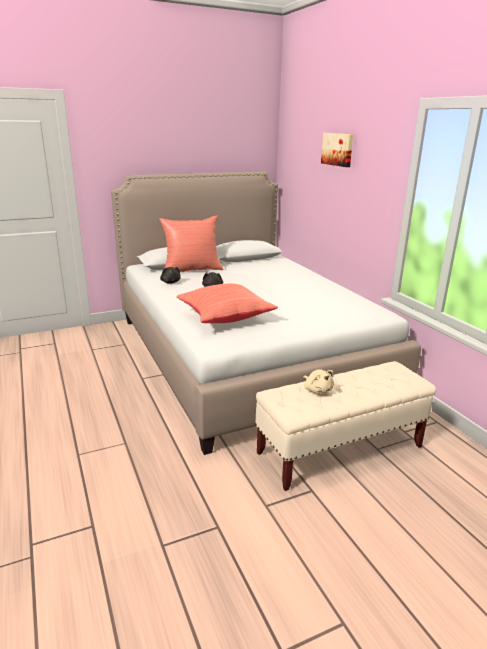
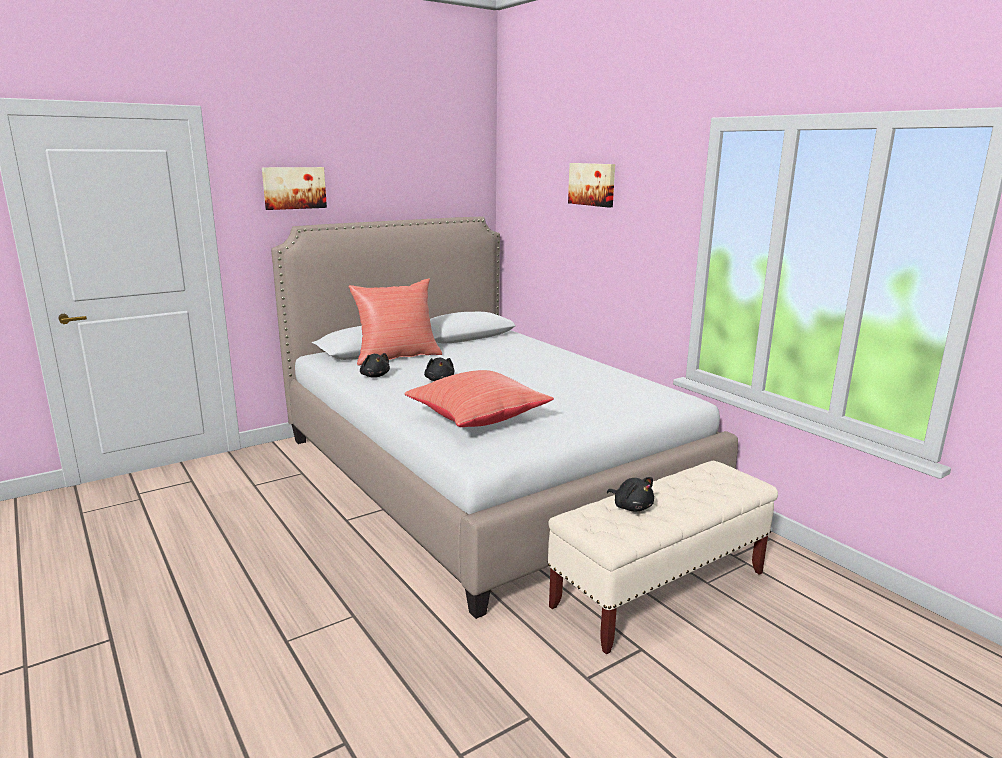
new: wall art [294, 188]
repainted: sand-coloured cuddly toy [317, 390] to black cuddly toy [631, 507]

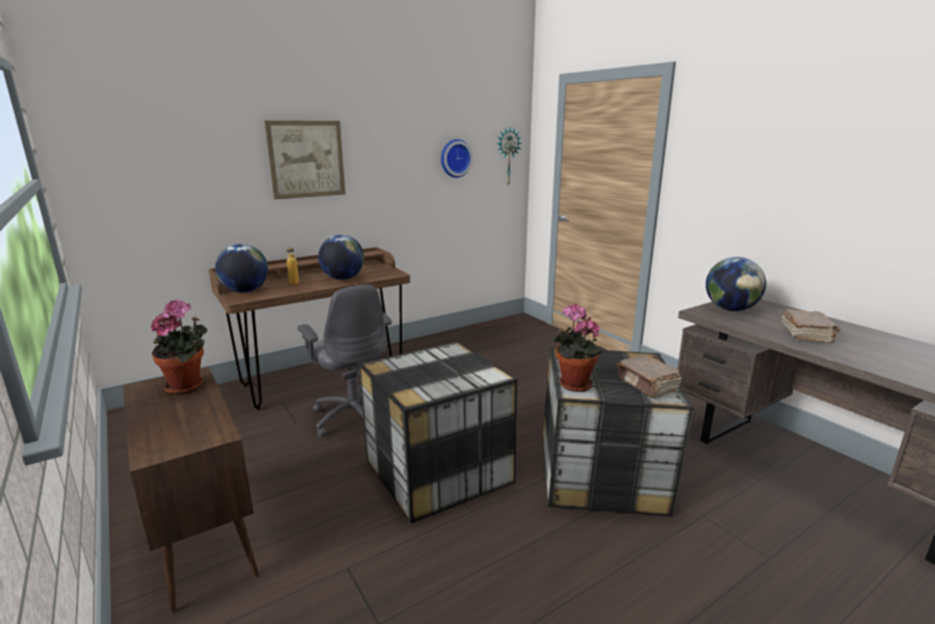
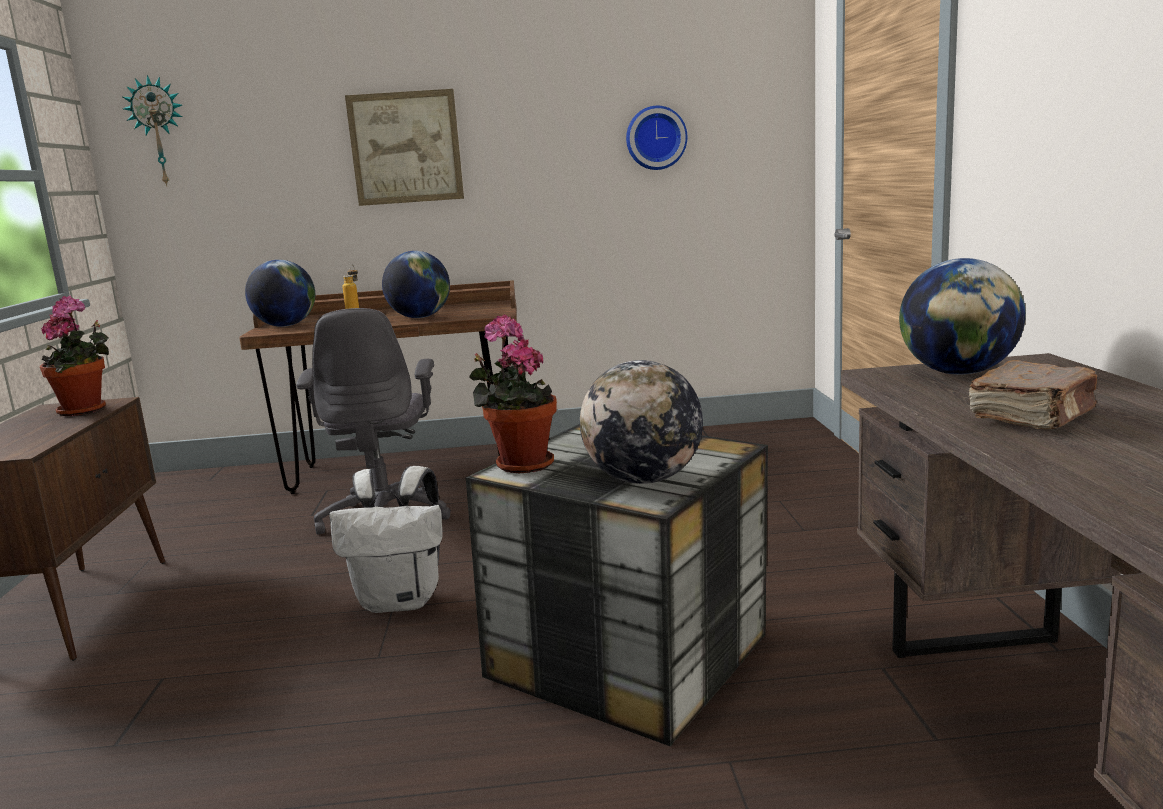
shifted: hanging clock [507, 156] to [158, 132]
swapped: storage box [439, 471] to white-coloured backpack [402, 601]; brown-coloured bound book [647, 385] to world globe [644, 480]

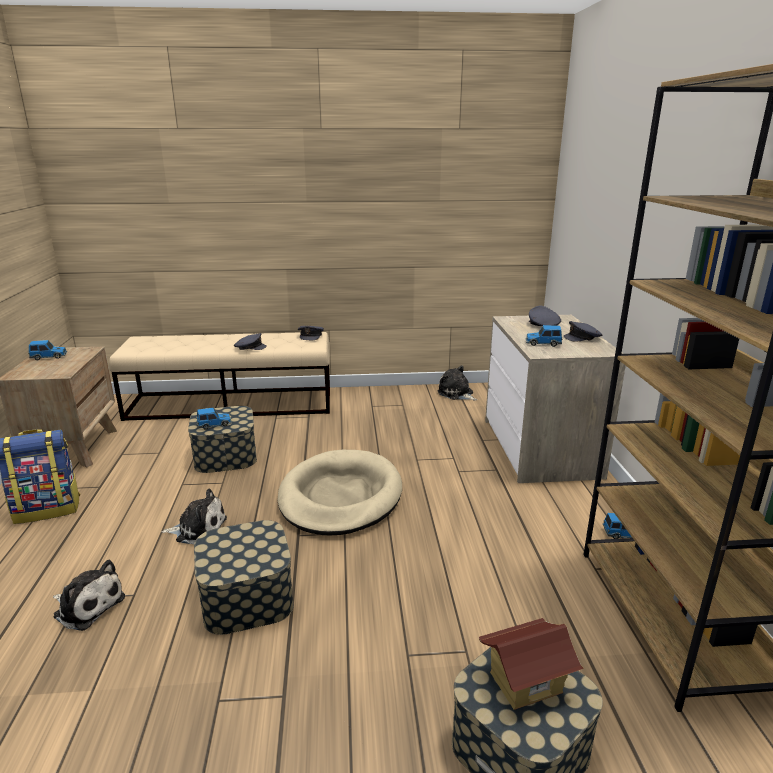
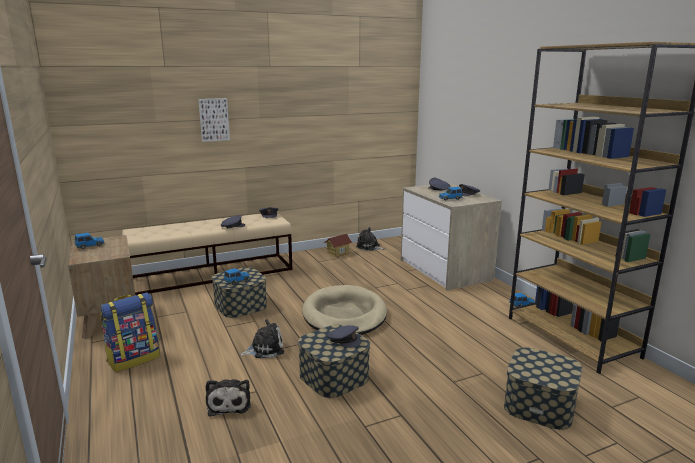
new: wall art [214, 119]; greyish baseball cap [344, 340]
shifted: miniature house [525, 682] to [337, 253]
rotated: cuddly toy [87, 606] = [229, 403] 75 degrees clockwise

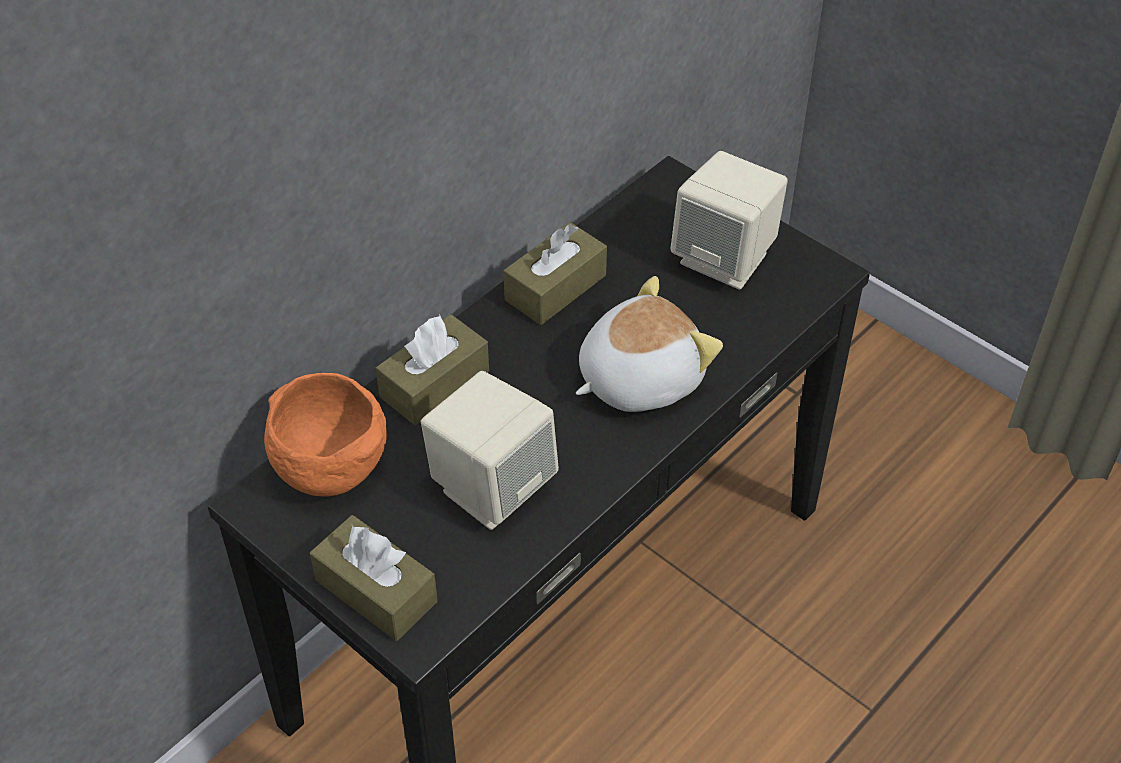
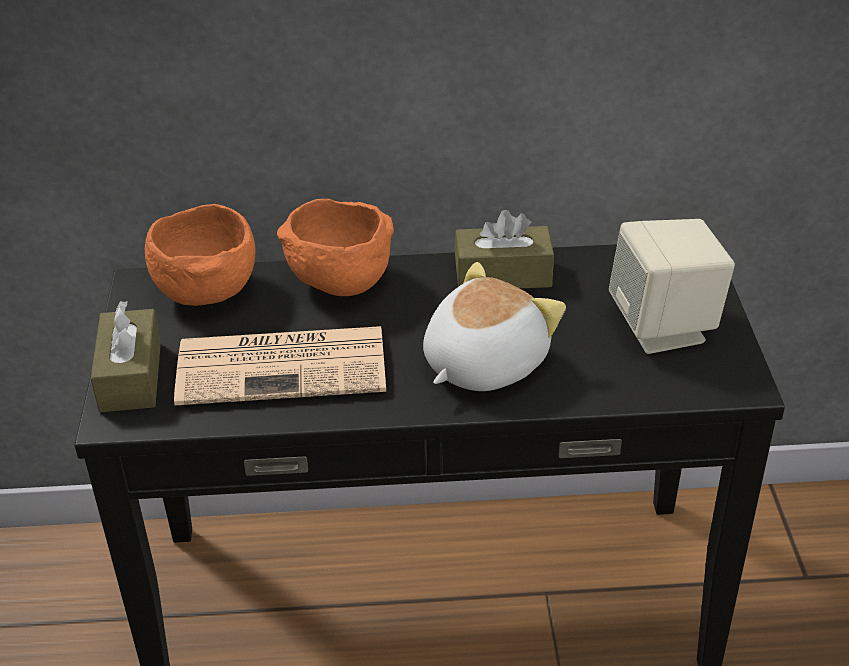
swapped: brown-coloured tissue holder [434, 383] to orange bowl [338, 284]; sand-coloured audio speaker [492, 487] to daily paper [285, 365]
rotated: cuddly toy [638, 377] = [482, 363] 60 degrees counterclockwise

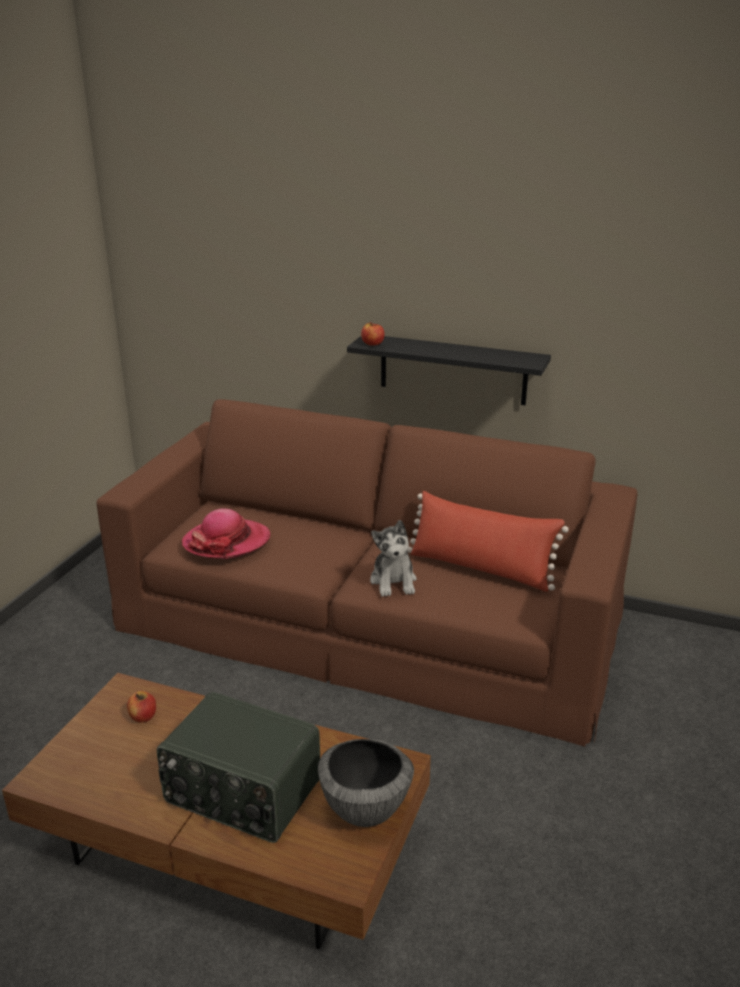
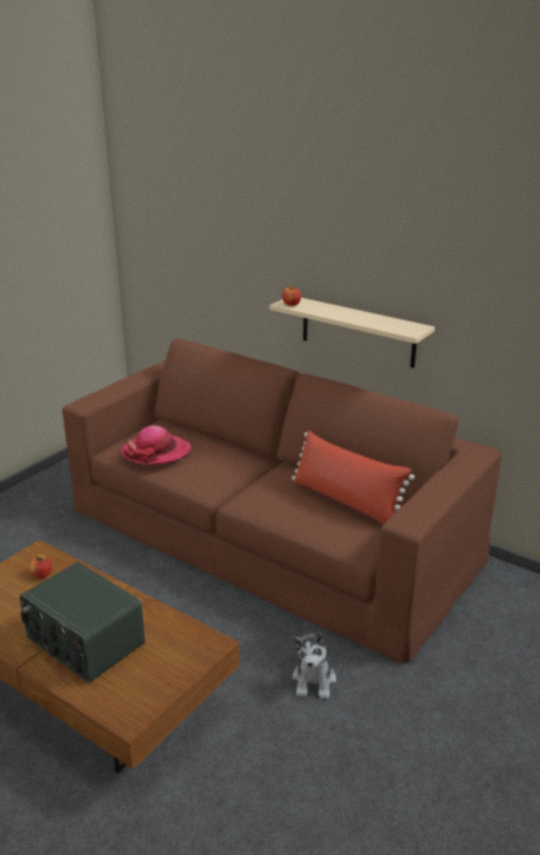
gone: bowl [365, 810]
shifted: cuddly toy [394, 581] to [314, 680]
repainted: black bracket shelf [452, 369] to sand-coloured bracket shelf [358, 331]

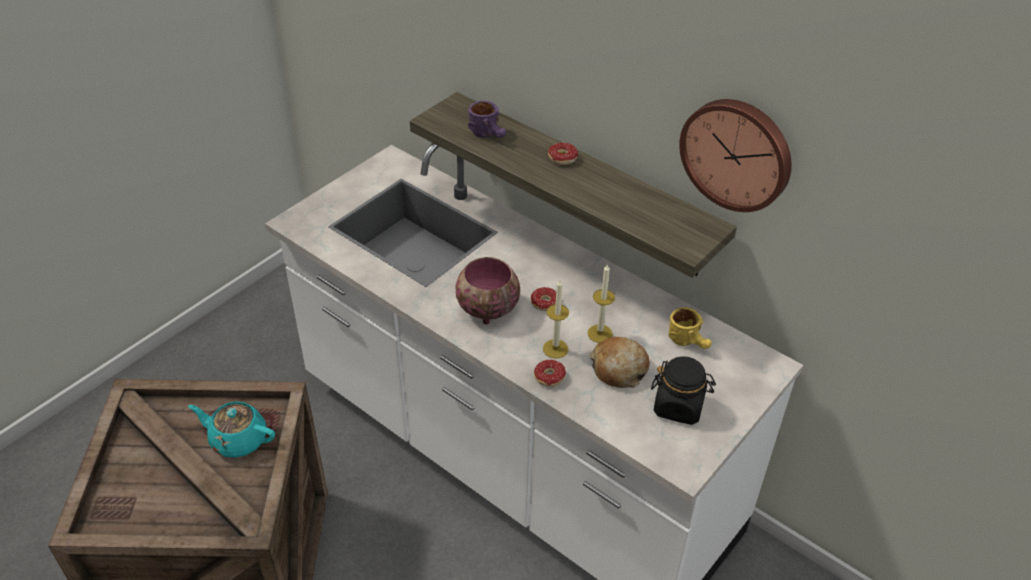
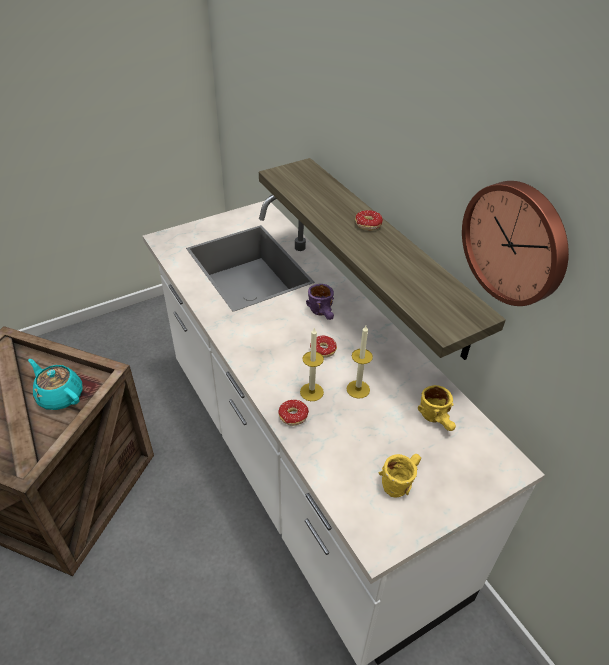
gone: bowl [486, 309]; bread [619, 369]
shifted: purple tea mug [490, 135] to [324, 314]
swapped: black preserve jar [679, 406] to yellow-coloured tea mug [399, 479]

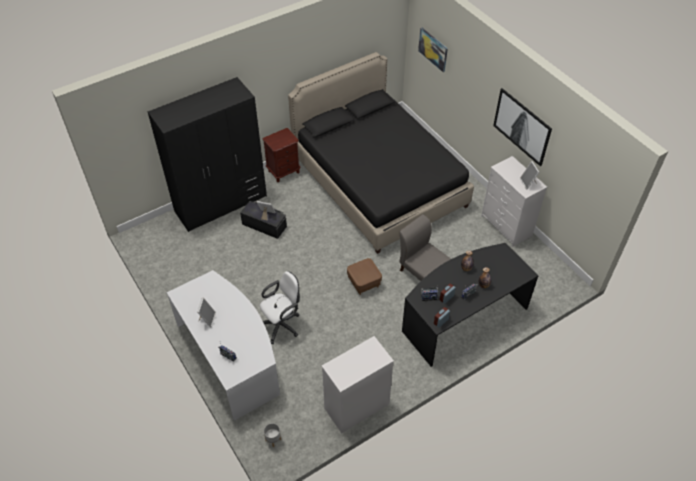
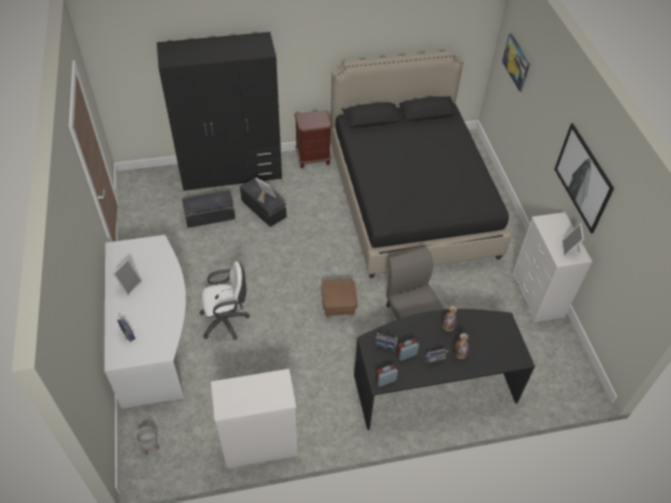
new: black storage box [210, 216]

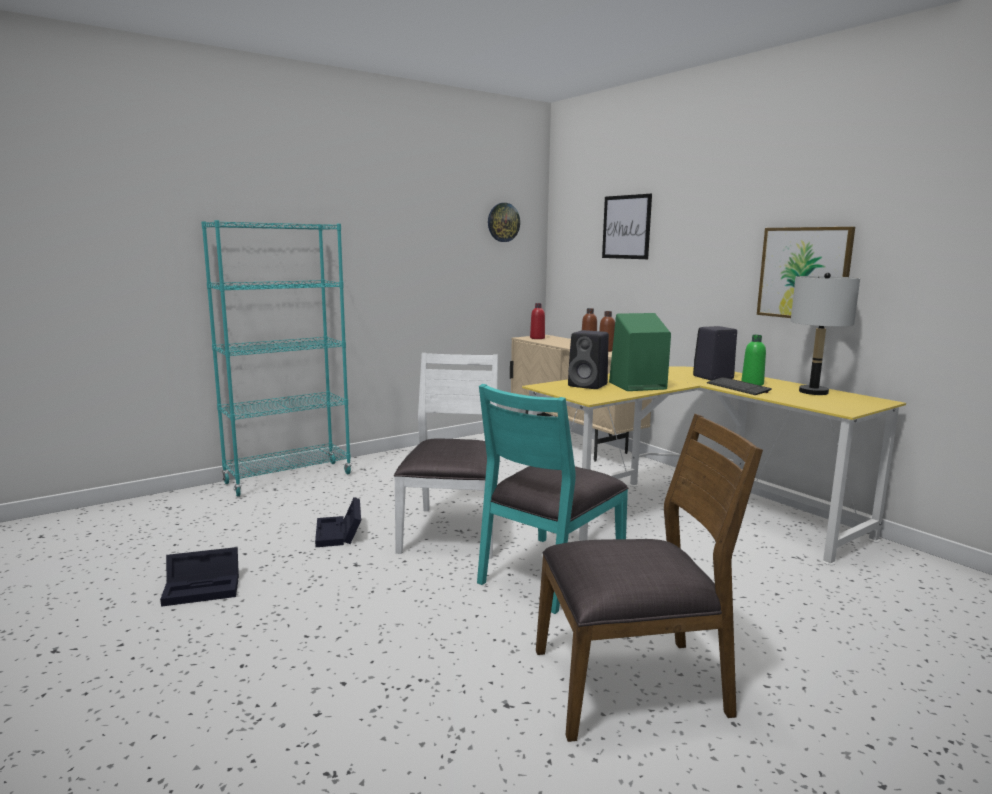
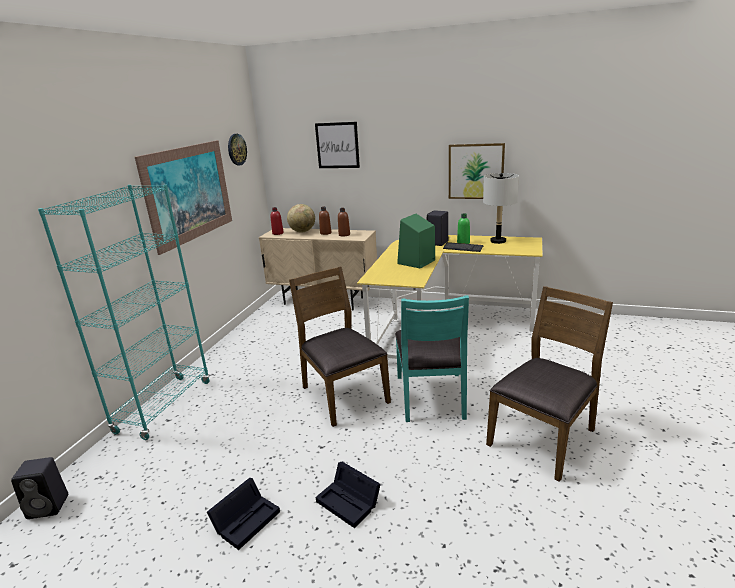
new: wall art [189, 193]; world globe [302, 231]
shifted: black storage box [339, 534] to [350, 502]; black audio speaker [589, 385] to [49, 506]
repainted: white-coloured plain chair [452, 531] to brown-coloured plain chair [343, 395]

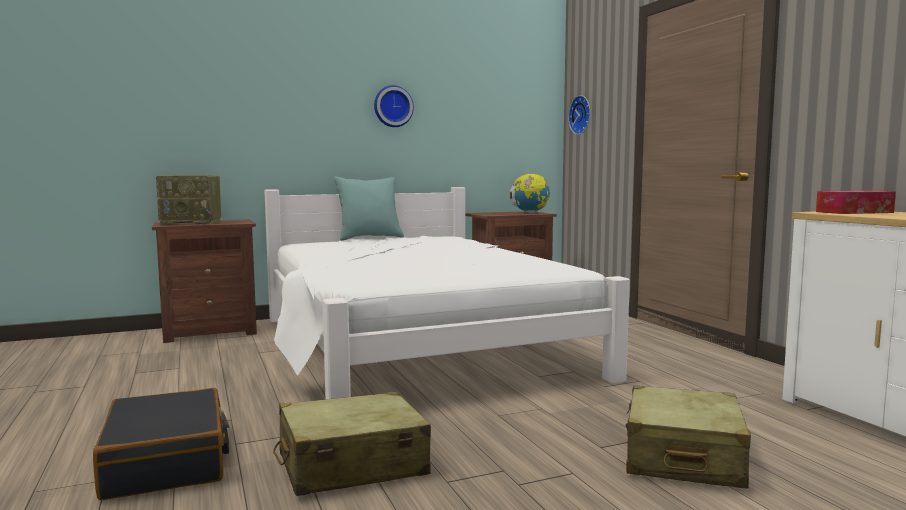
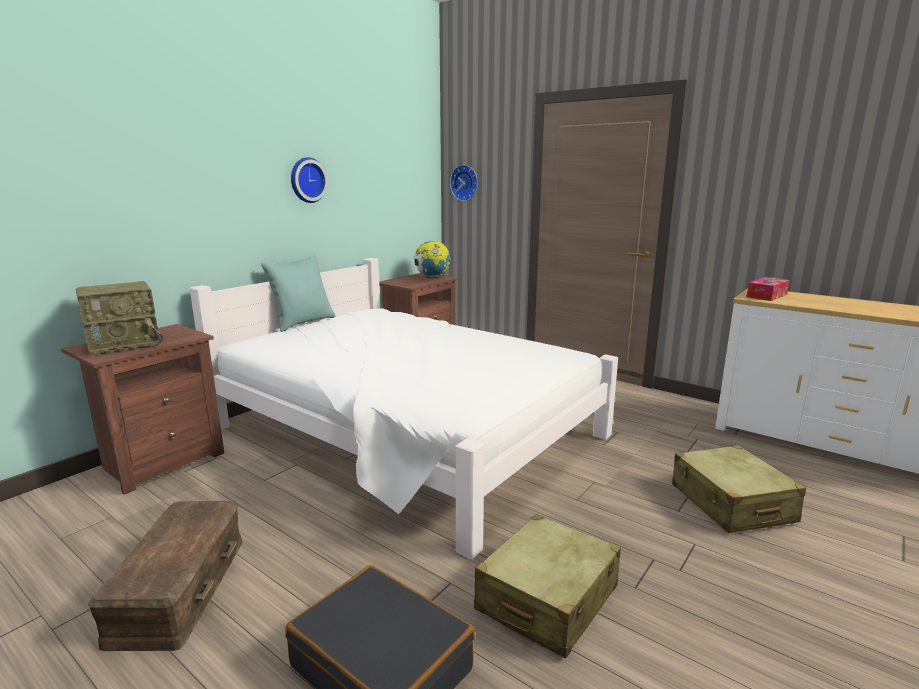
new: brown-coloured storage box [178, 588]

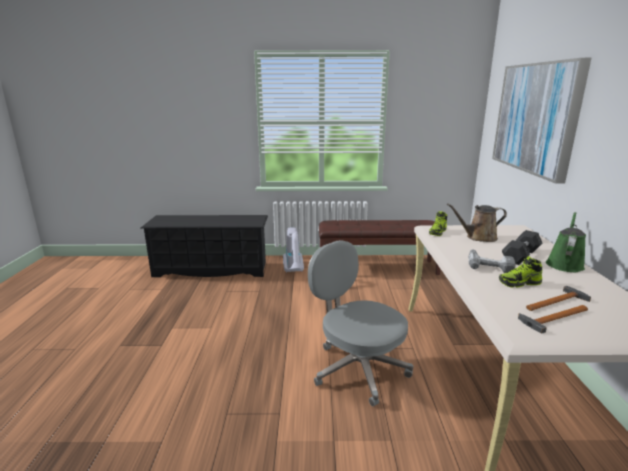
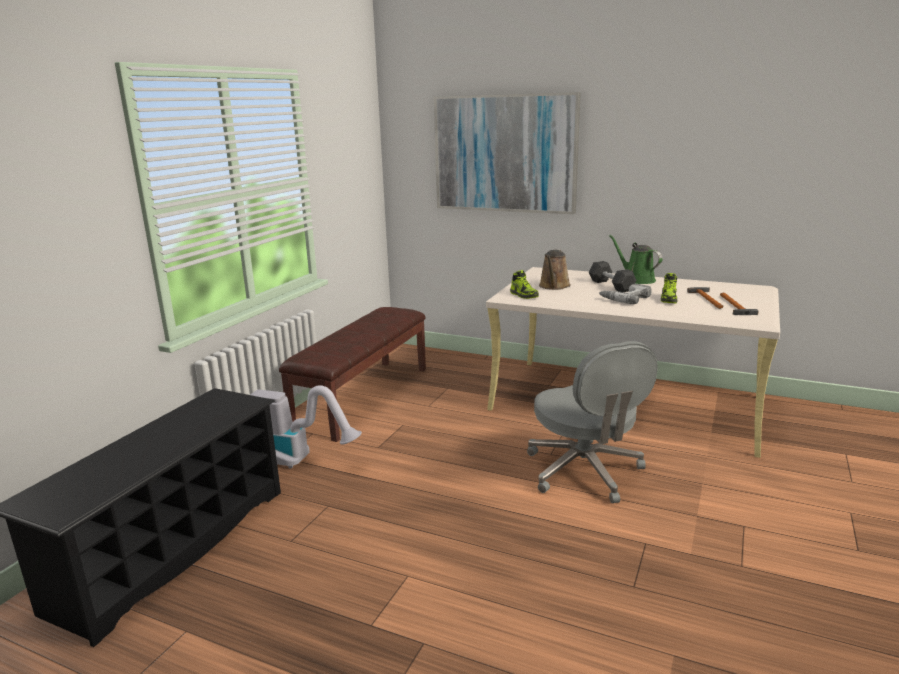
rotated: greyish computer chair [357, 368] = [585, 472] 90 degrees counterclockwise

